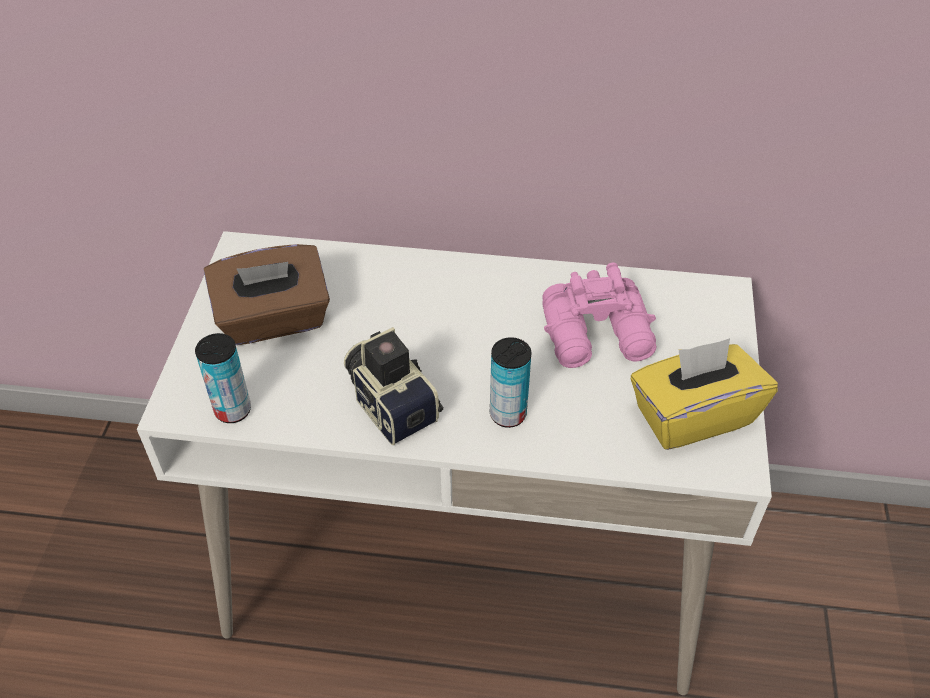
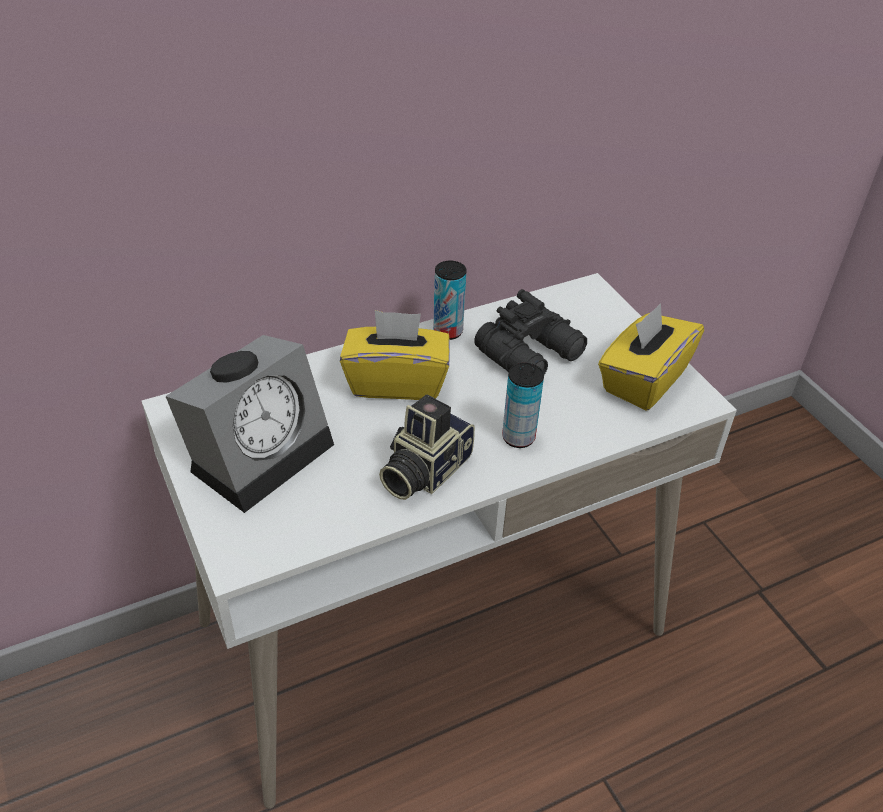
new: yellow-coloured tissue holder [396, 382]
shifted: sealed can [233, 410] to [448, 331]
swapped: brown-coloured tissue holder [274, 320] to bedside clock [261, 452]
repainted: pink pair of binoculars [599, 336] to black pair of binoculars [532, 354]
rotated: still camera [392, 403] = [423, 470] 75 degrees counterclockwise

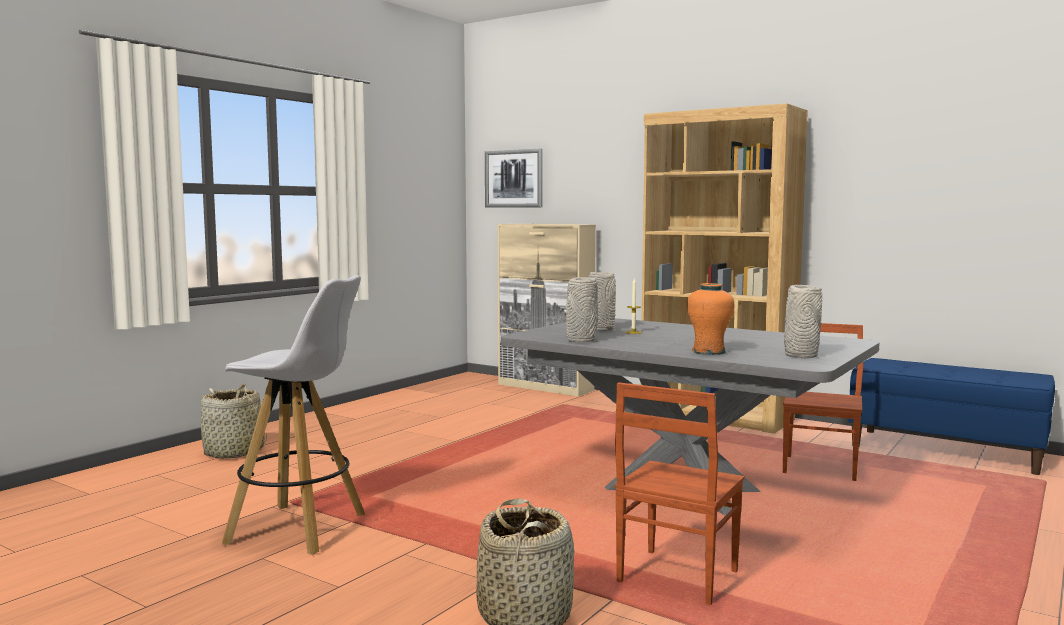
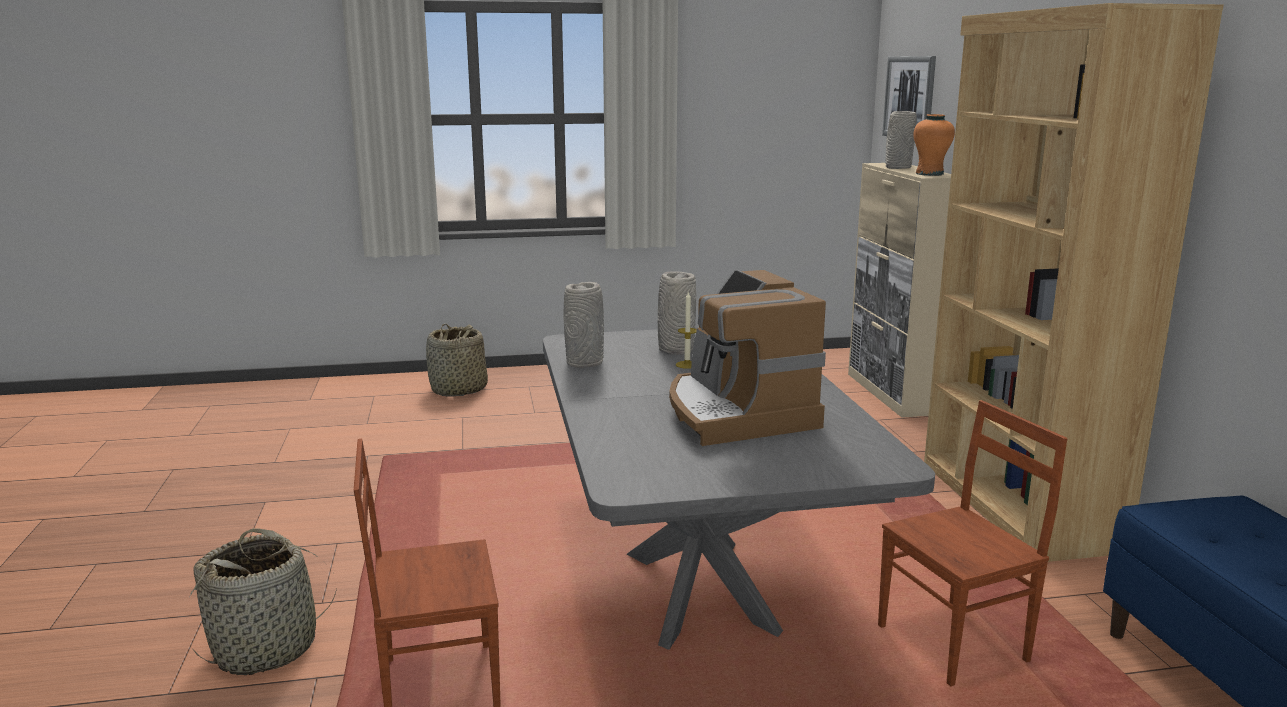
gone: white-coloured stool [299, 529]
new: coffee maker [736, 413]
shifted: orange flower vase [708, 352] to [929, 174]; greyish flower vase [800, 355] to [897, 167]

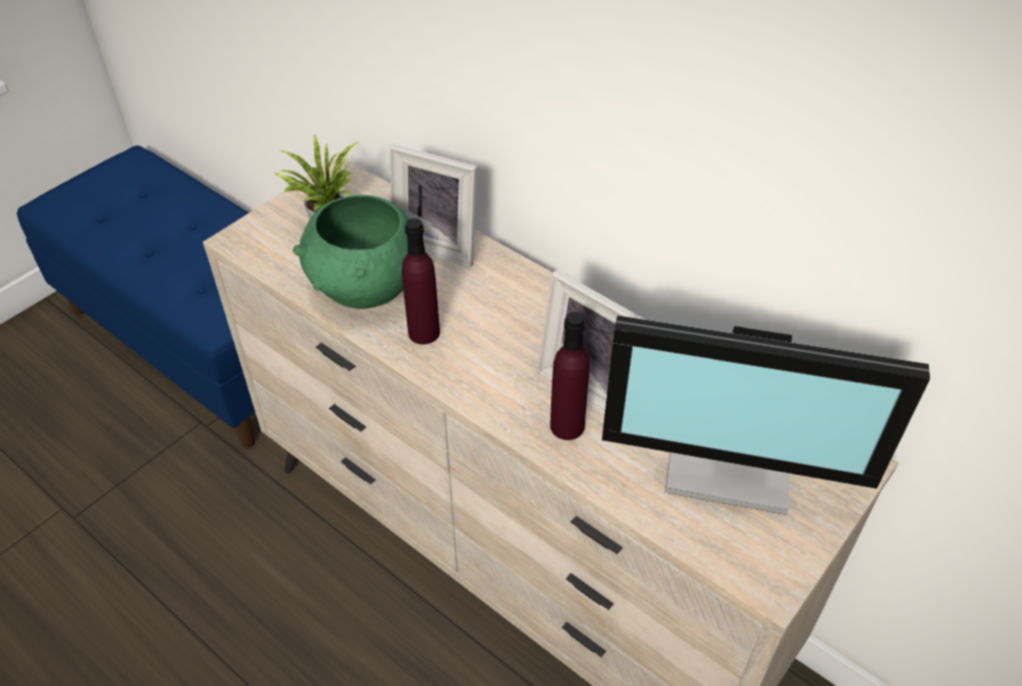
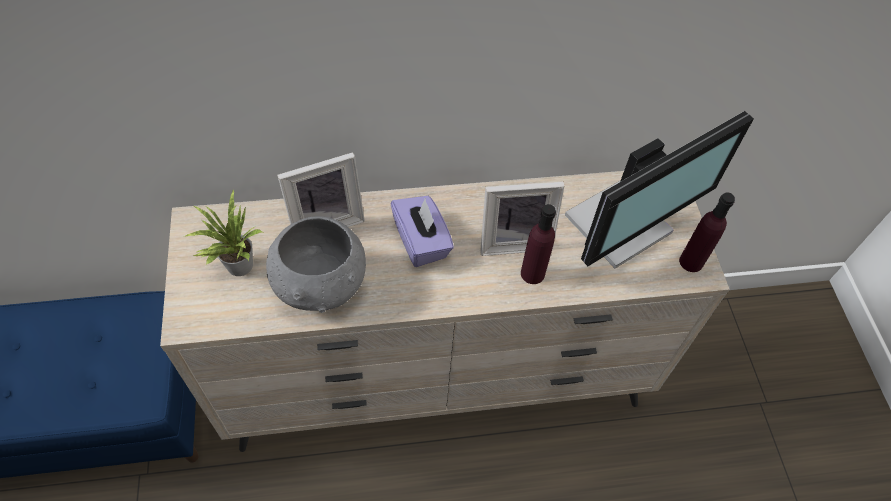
new: purple tissue holder [422, 242]
shifted: purple bottle [424, 333] to [691, 262]
repainted: green bowl [366, 290] to greyish bowl [322, 287]

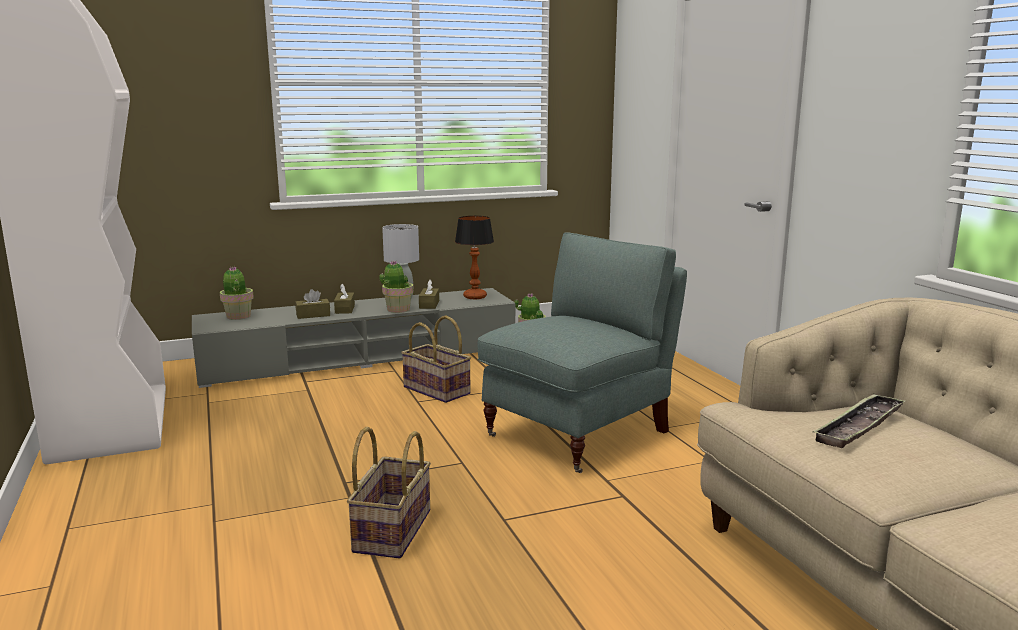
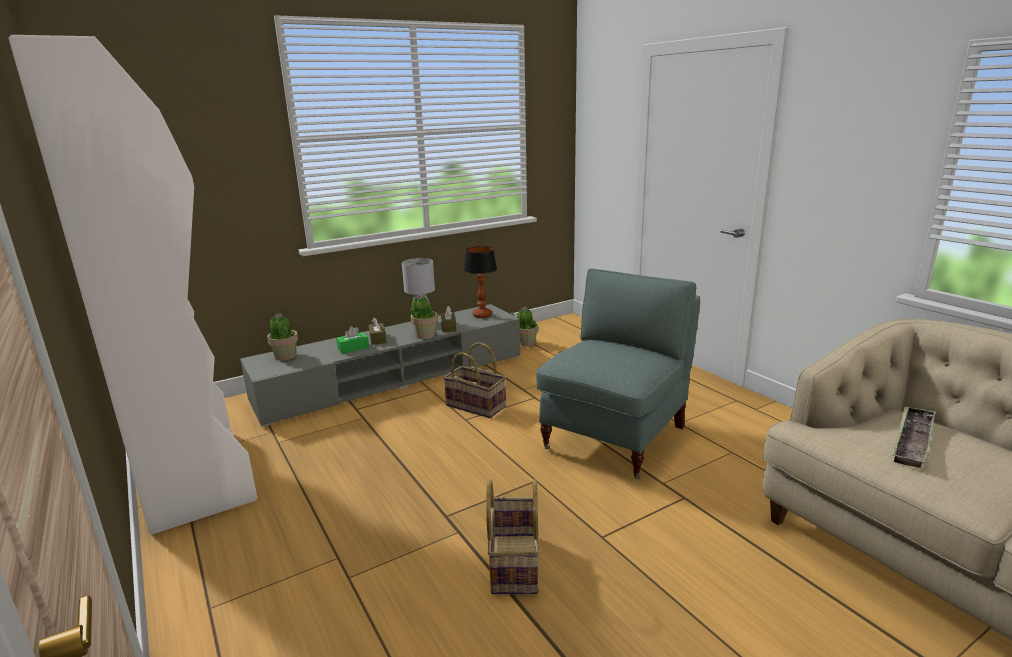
repainted: brown-coloured tissue holder [313, 315] to green tissue holder [353, 348]

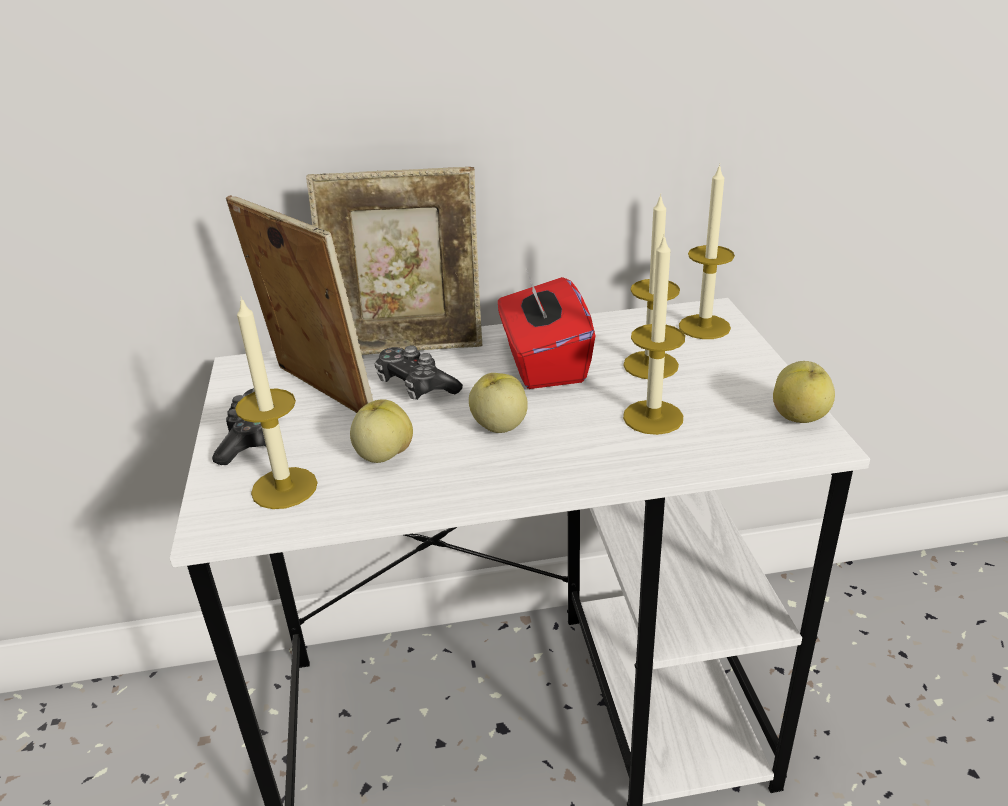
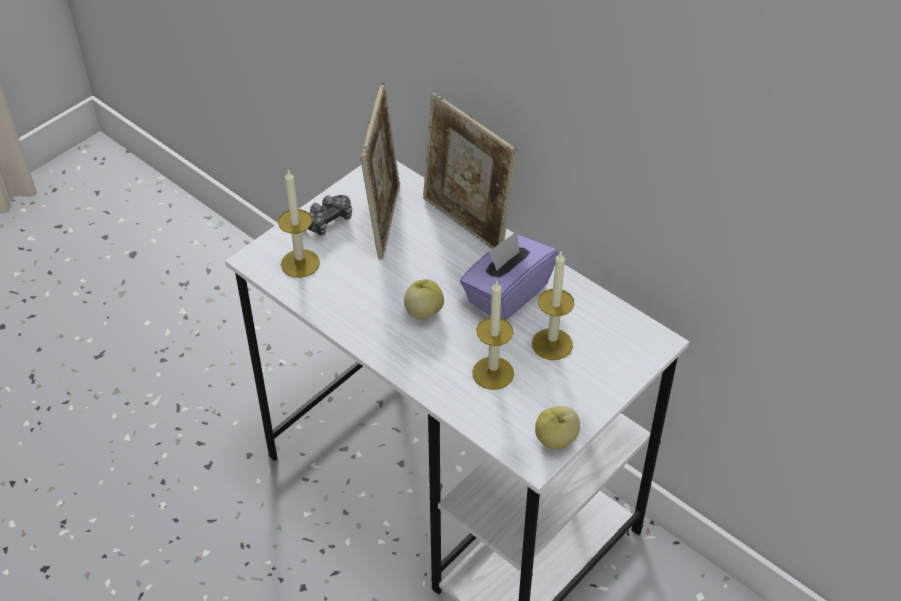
gone: apple fruit [383, 455]; game controller [416, 386]; wax light [704, 327]
repainted: red-coloured tissue holder [544, 363] to purple tissue holder [507, 294]

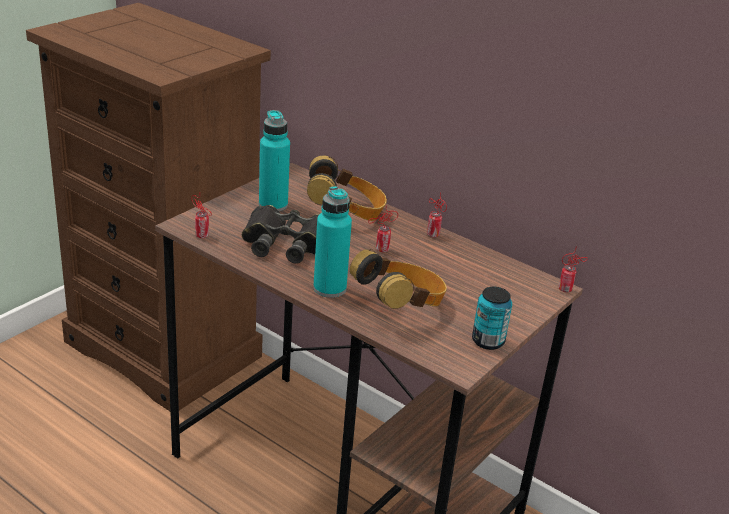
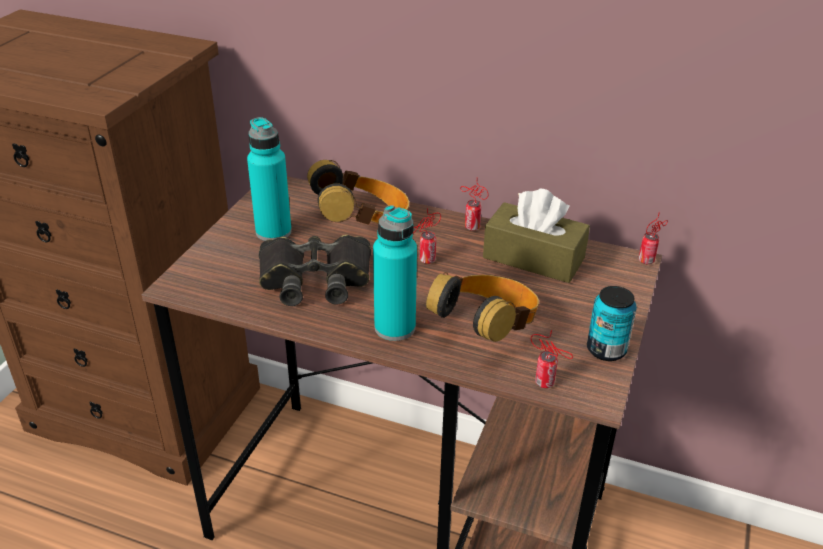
new: brown-coloured tissue holder [533, 258]
shifted: sealed can [203, 236] to [547, 384]

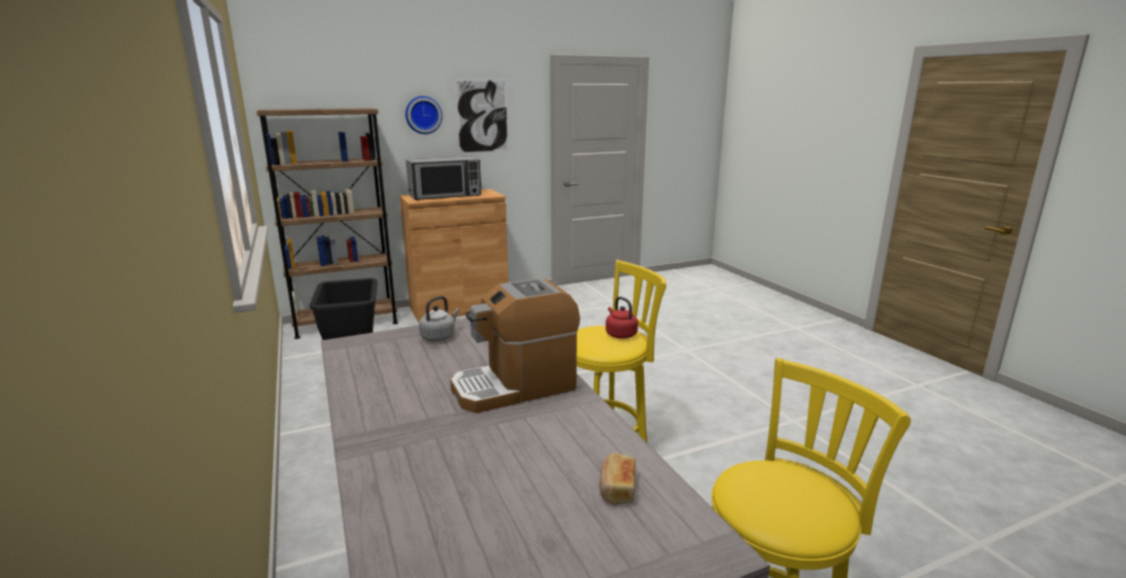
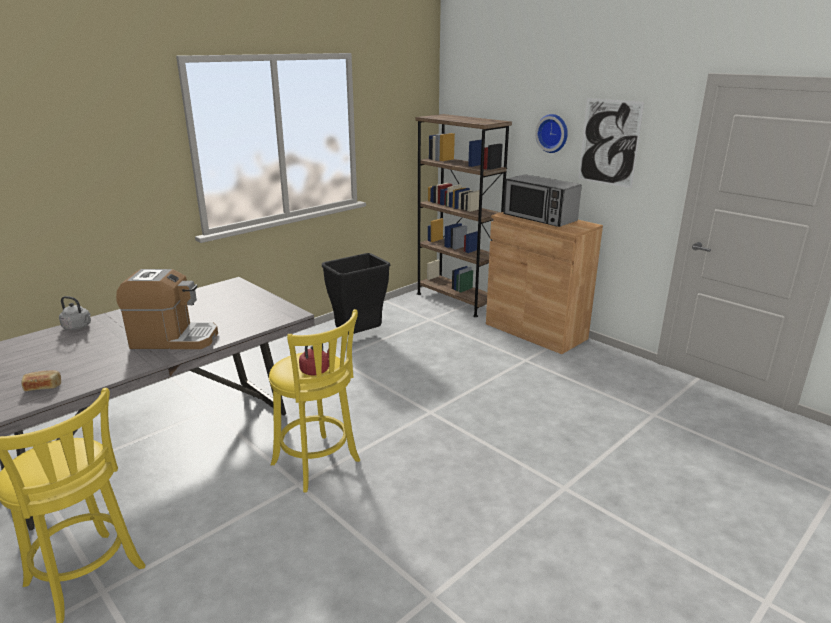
shifted: greyish water kettle [439, 337] to [78, 327]
rotated: coffee maker [515, 387] = [174, 339] 135 degrees clockwise

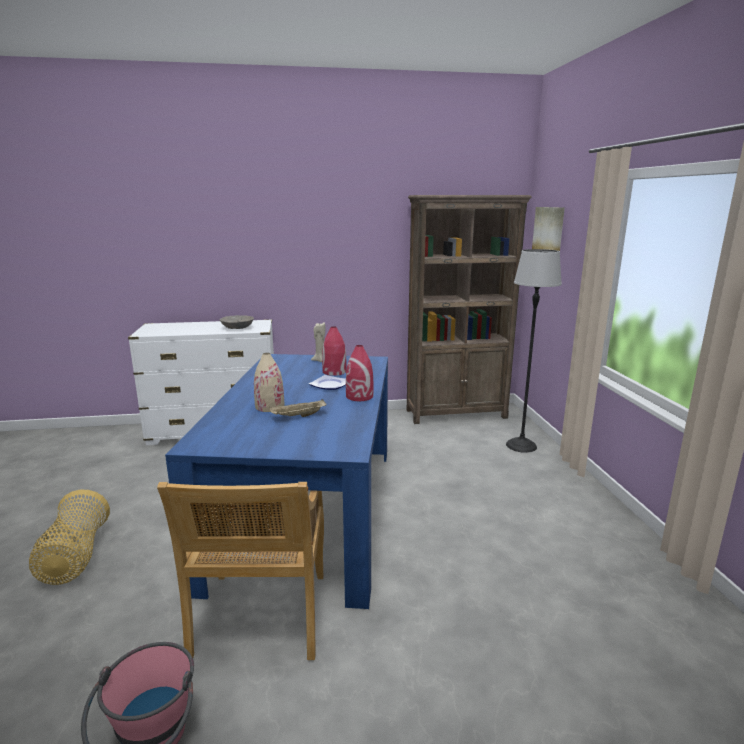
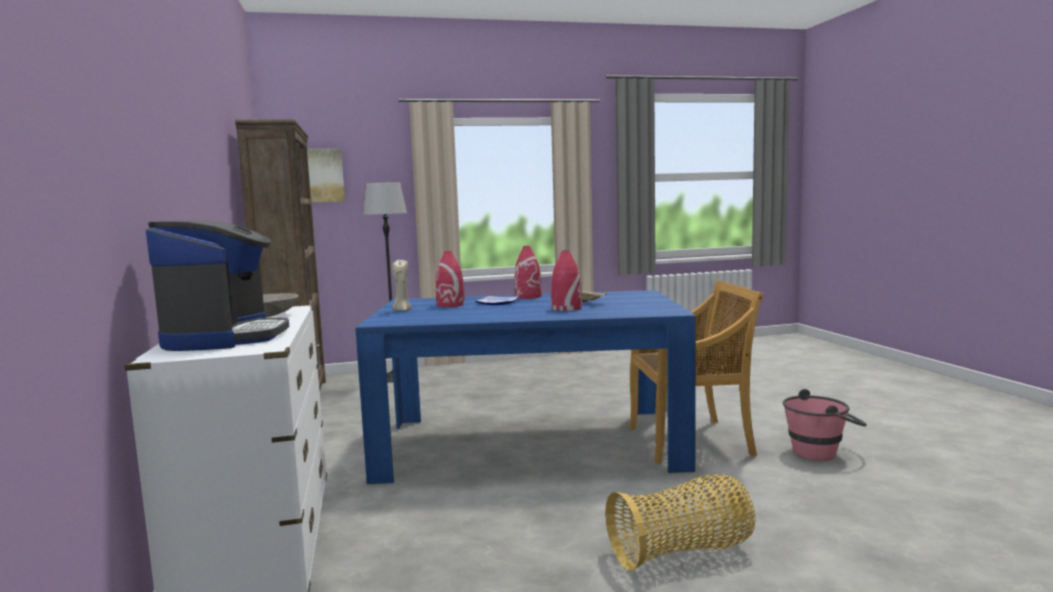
new: coffee maker [225, 337]
repainted: sand-coloured flower vase [270, 406] to red-coloured flower vase [566, 308]

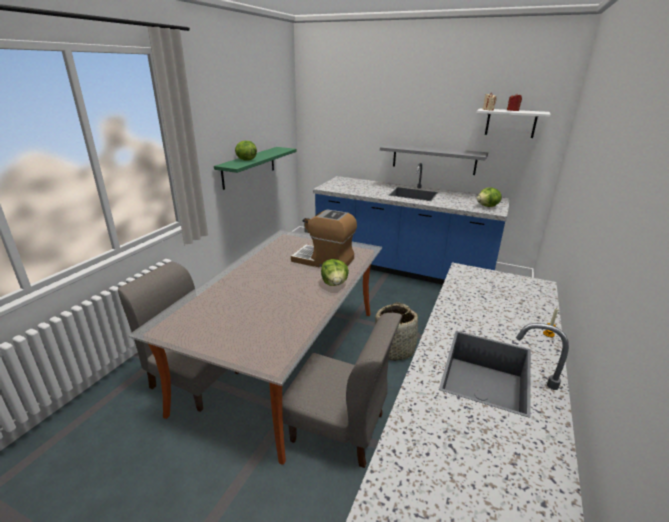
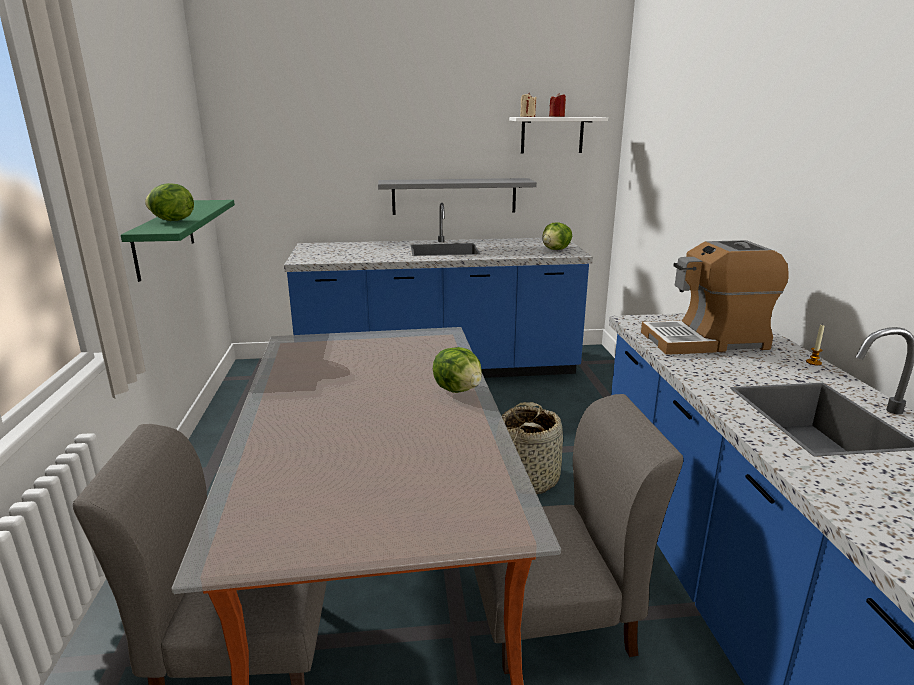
shifted: coffee maker [324, 260] to [706, 341]

